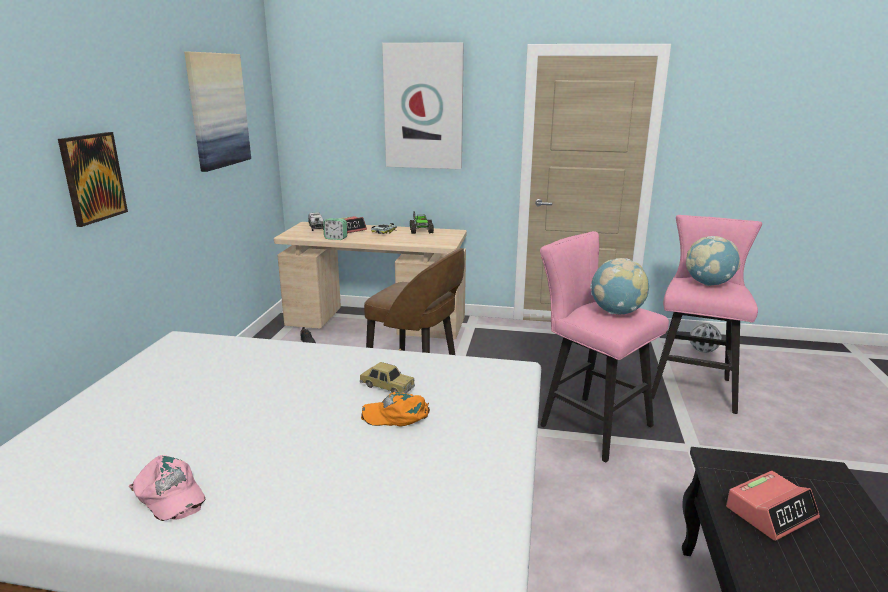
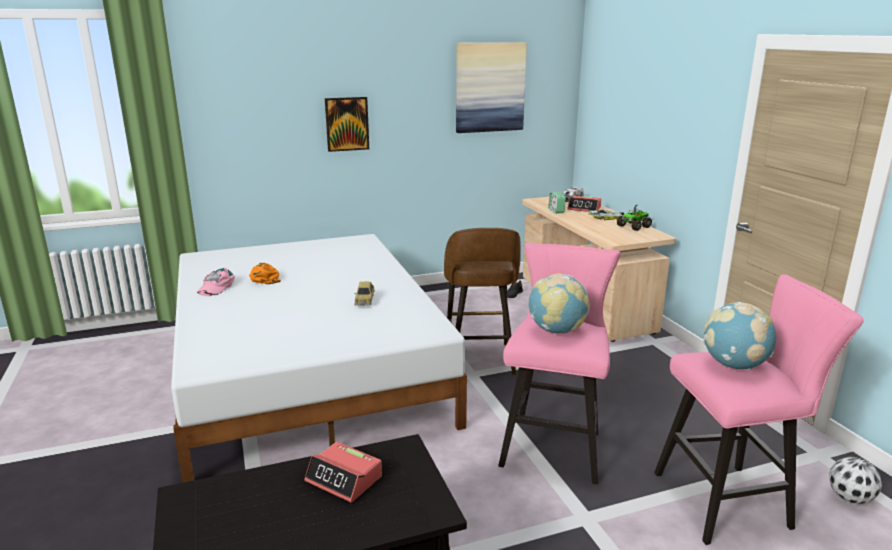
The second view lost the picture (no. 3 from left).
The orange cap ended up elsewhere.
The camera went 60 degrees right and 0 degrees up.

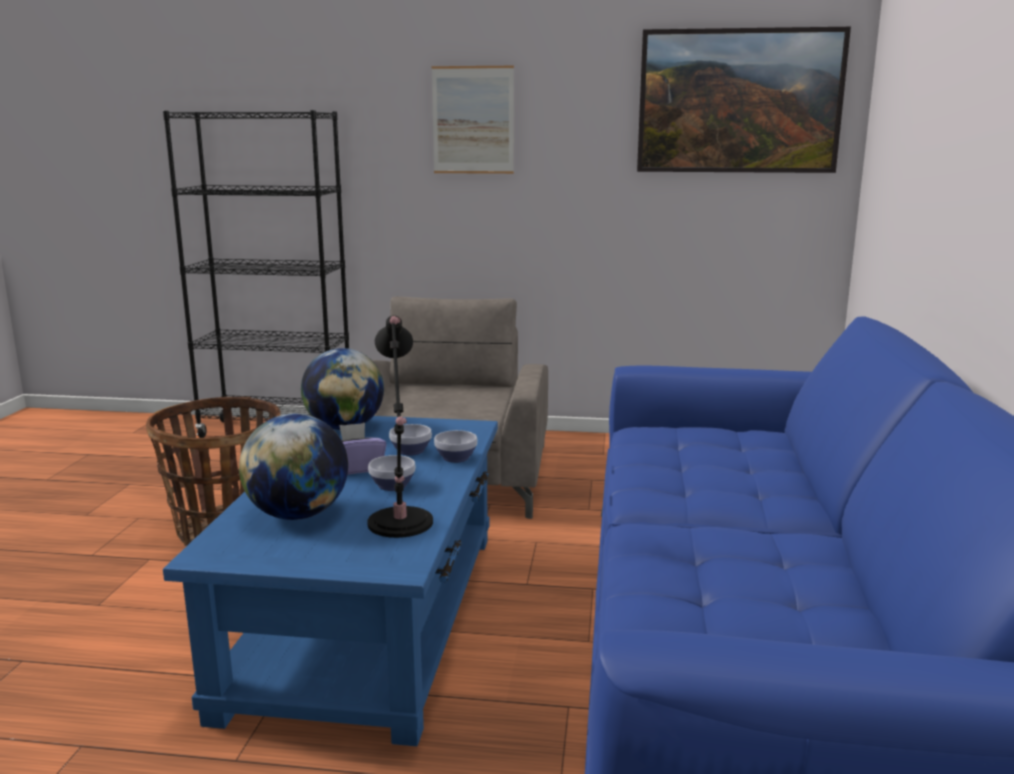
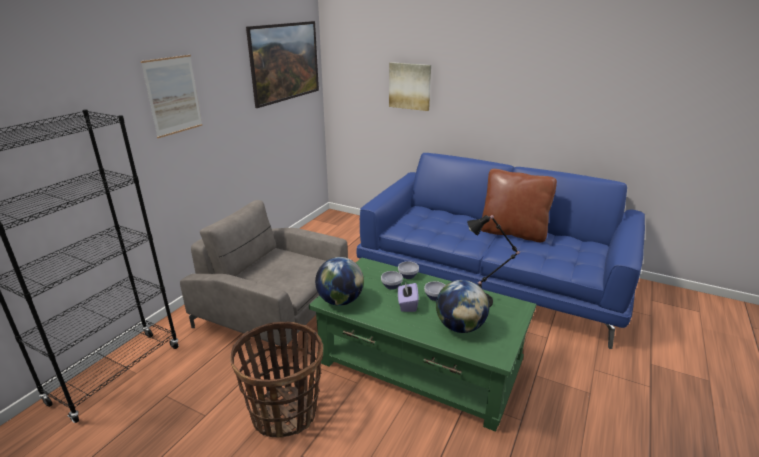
The second view gained the picture (no. 3 from left).
The second view gained the brown pillow.
What was the blue coffee table turned into the green coffee table.
The camera went 70 degrees left and 10 degrees up.

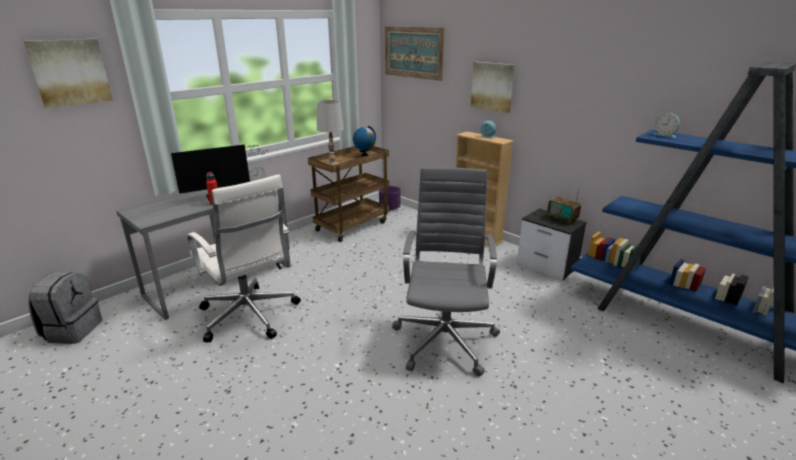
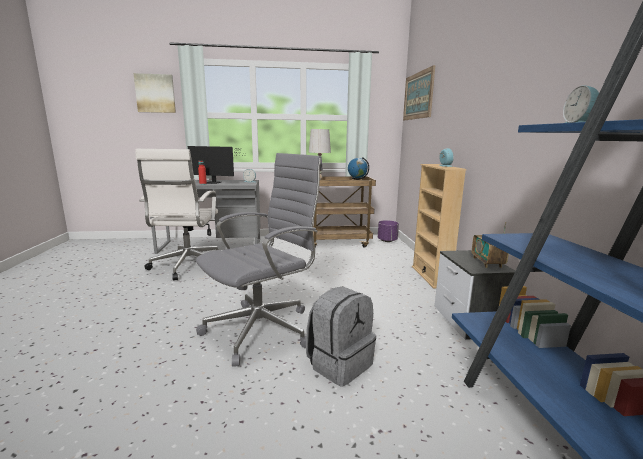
The second view lost the picture (no. 3 from left).
The grey backpack ended up elsewhere.
The camera went 40 degrees right and 10 degrees down.

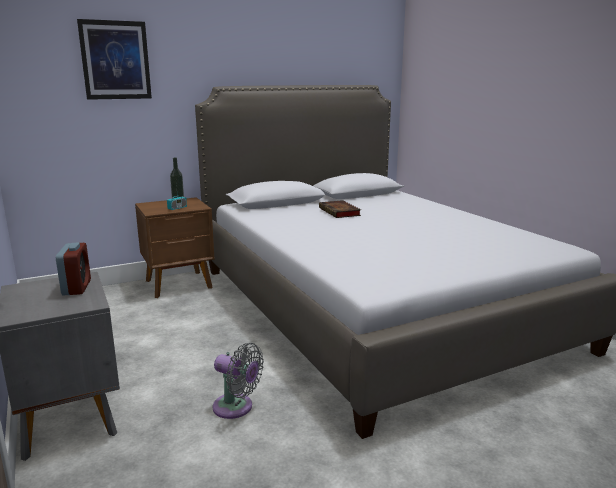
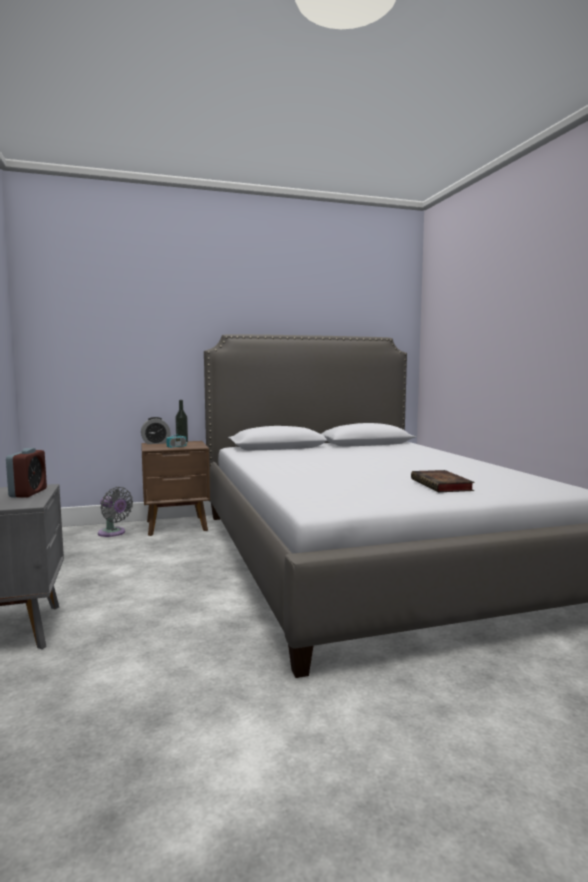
The second view lost the picture.
The second view gained the alarm clock (no. 2 from left).
The grey fan ended up elsewhere.
The book ended up elsewhere.
The camera went 10 degrees right and 10 degrees down.

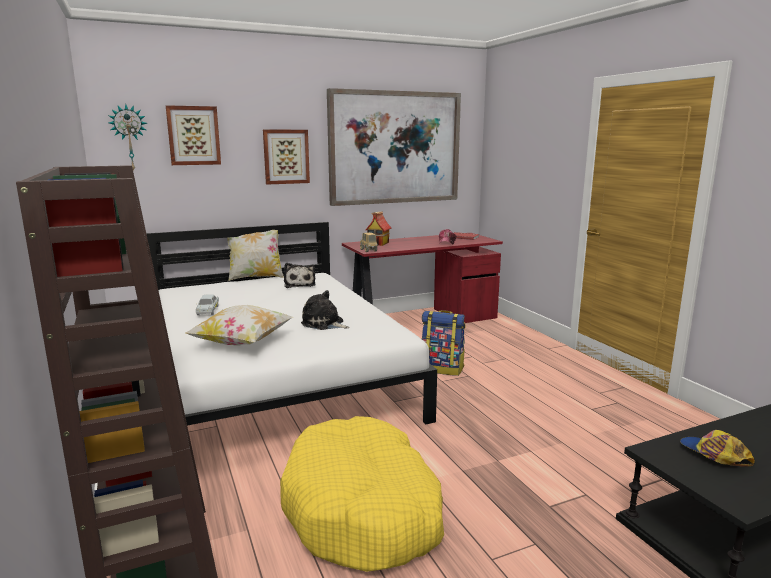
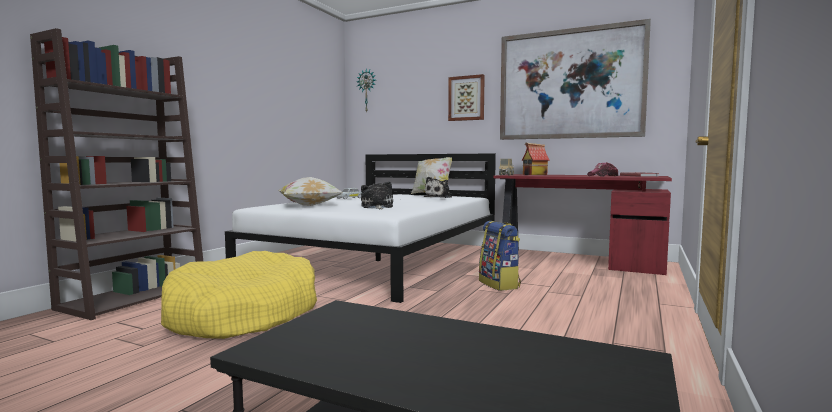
The second view lost the picture (no. 1 from left).
The second view lost the cap (no. 2 from left).
The camera went 50 degrees right and 10 degrees down.

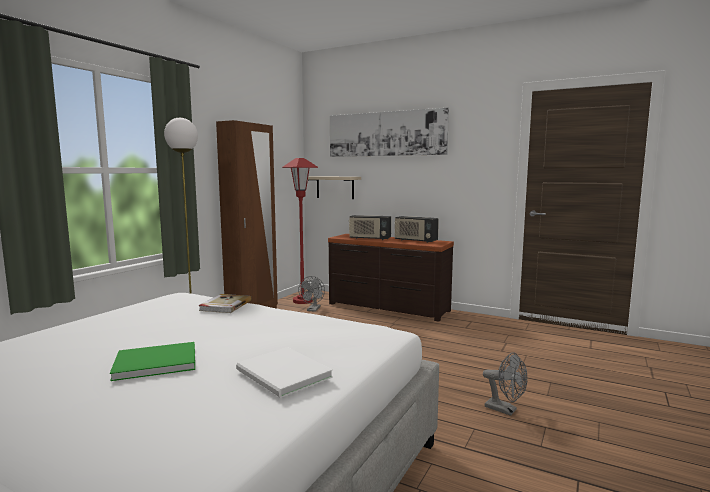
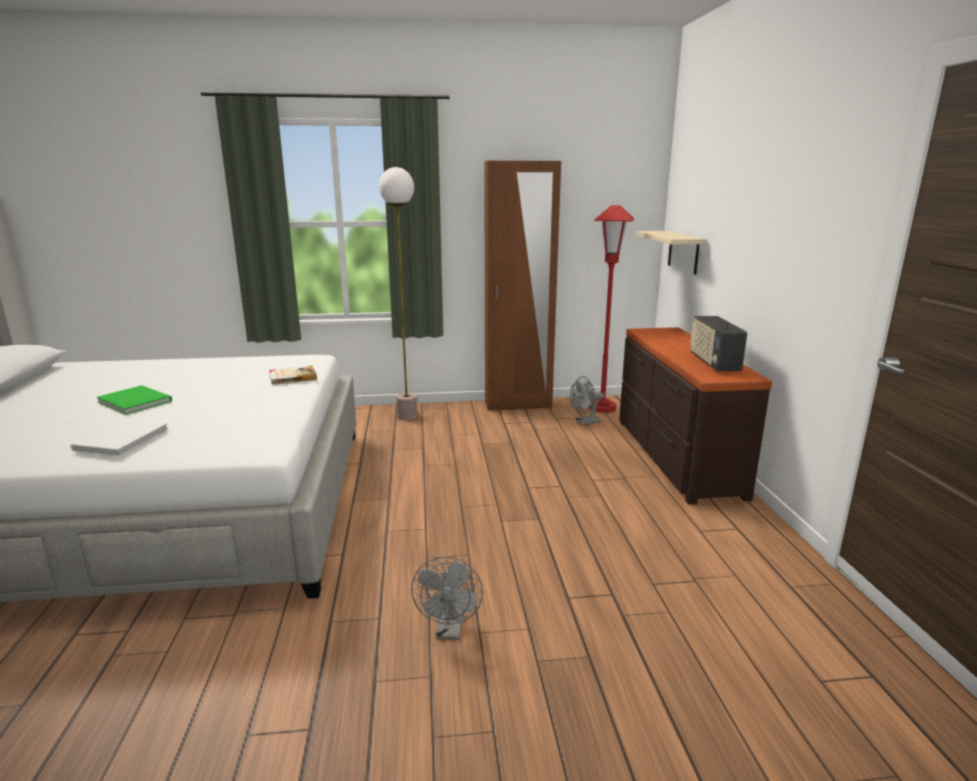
The second view lost the picture.
The second view lost the radio (no. 1 from left).
The camera went 55 degrees right and 10 degrees up.

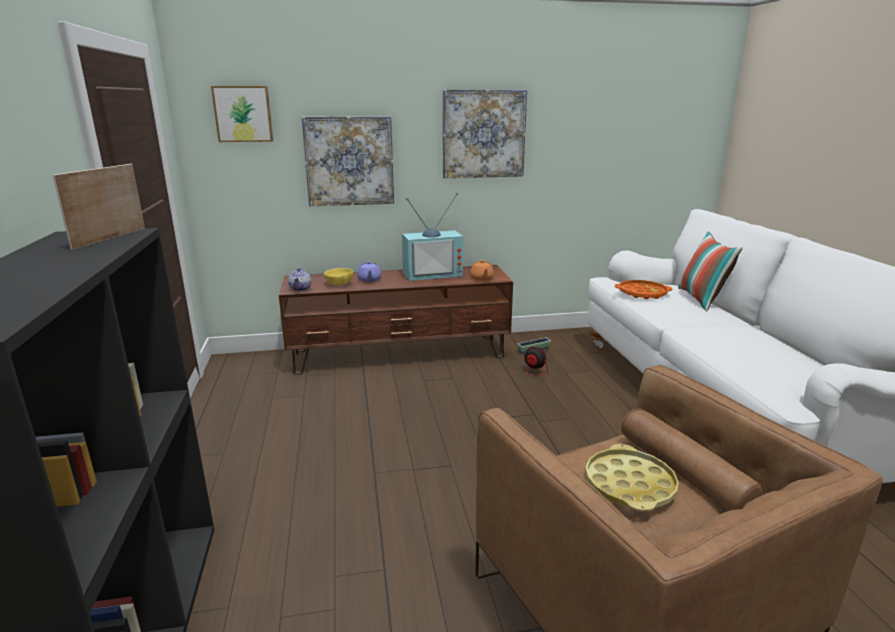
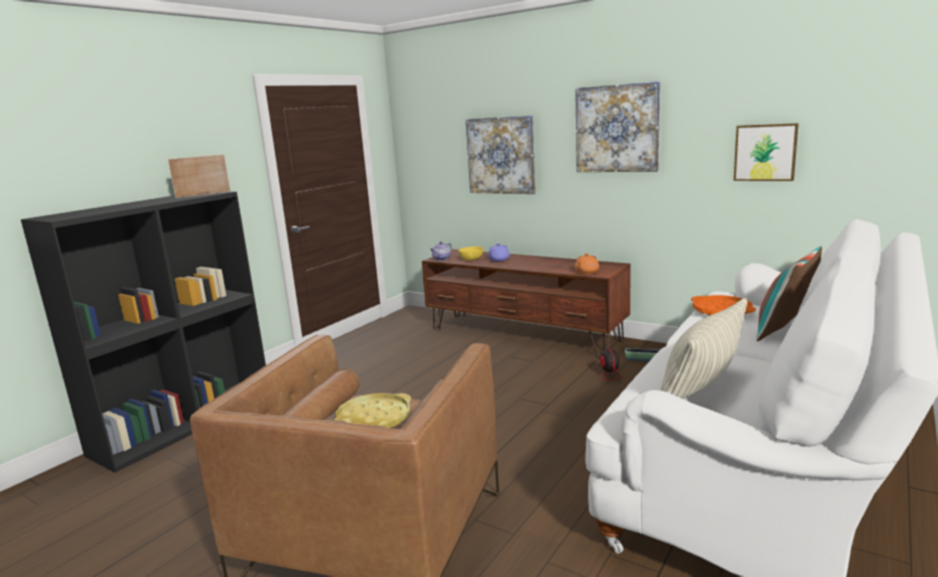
The second view lost the television.
The second view gained the pillow (no. 1 from left).
The picture (no. 1 from left in the first image) ended up elsewhere.
The camera went 45 degrees right and 5 degrees down.

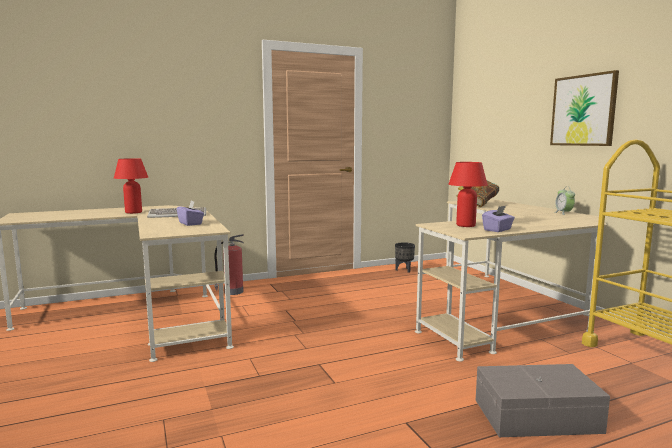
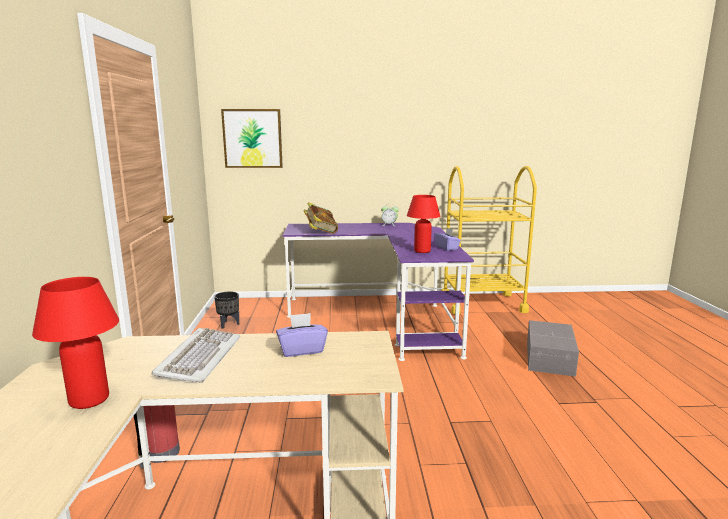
The picture ended up elsewhere.
What was the beige desk (no. 2 from left) turned into the purple desk.
The camera went 70 degrees left and 5 degrees up.

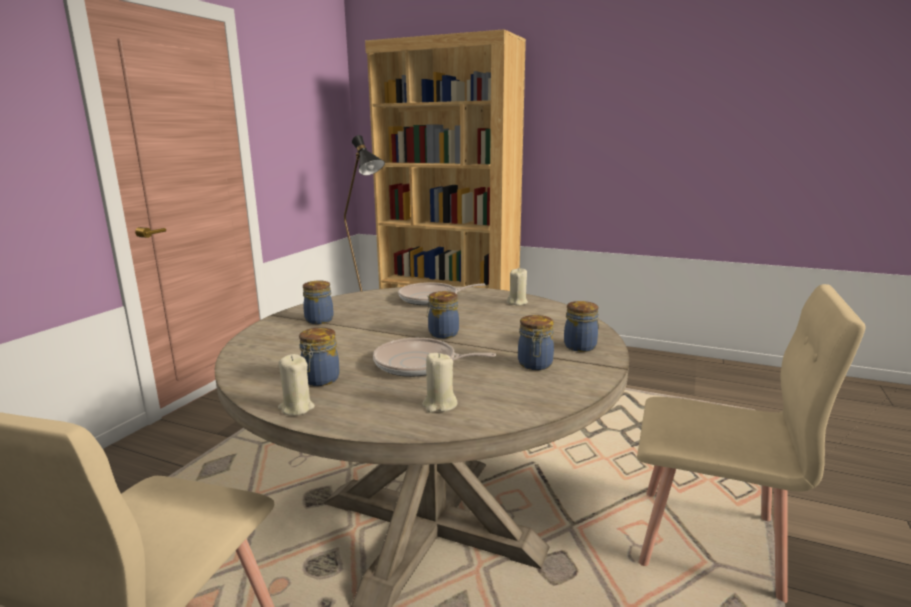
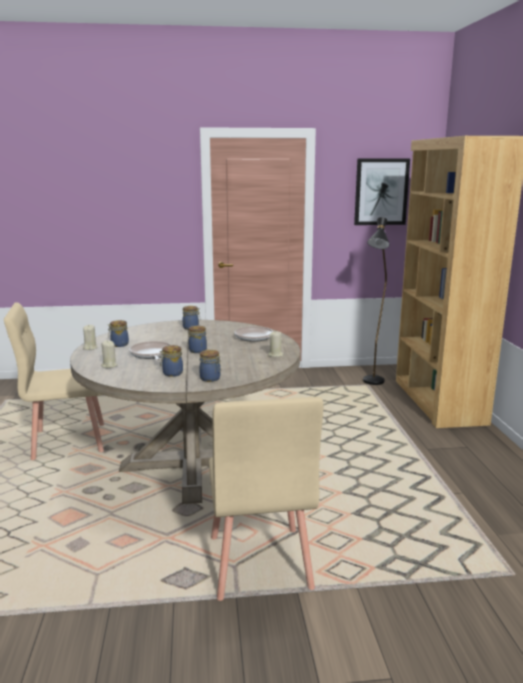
The second view gained the picture.
The camera went 60 degrees right and 0 degrees up.

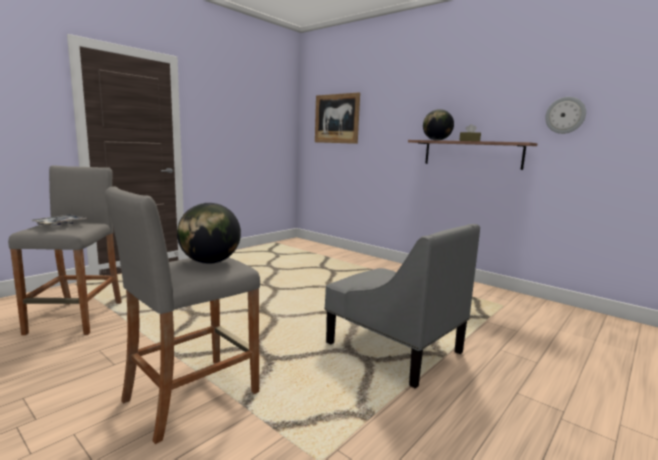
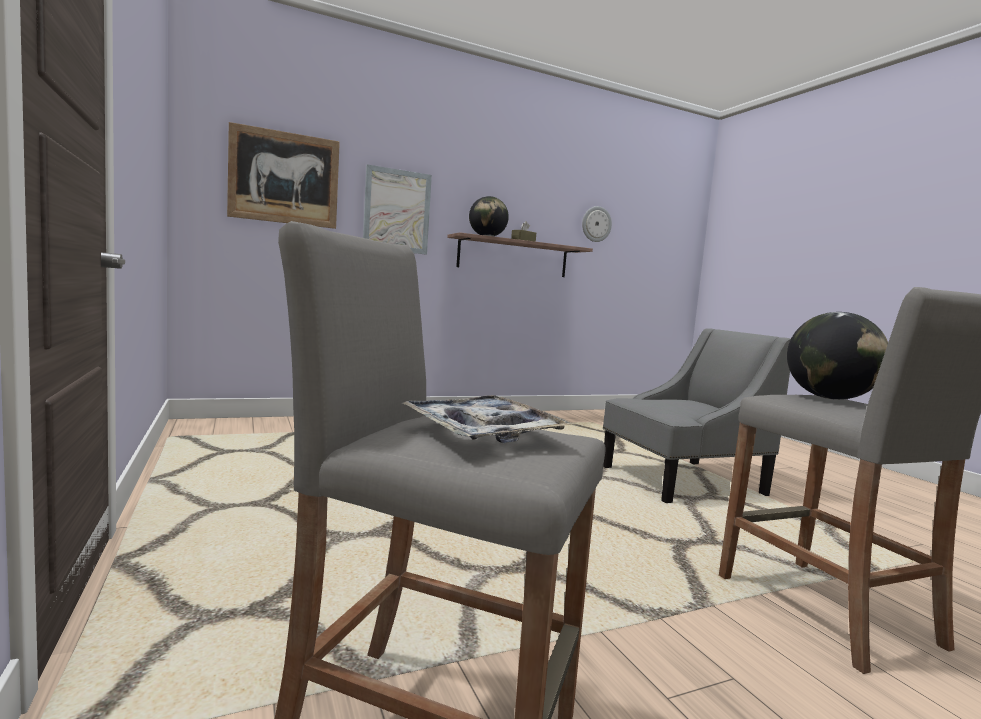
The second view gained the picture (no. 2 from left).
The camera went 65 degrees left and 5 degrees down.

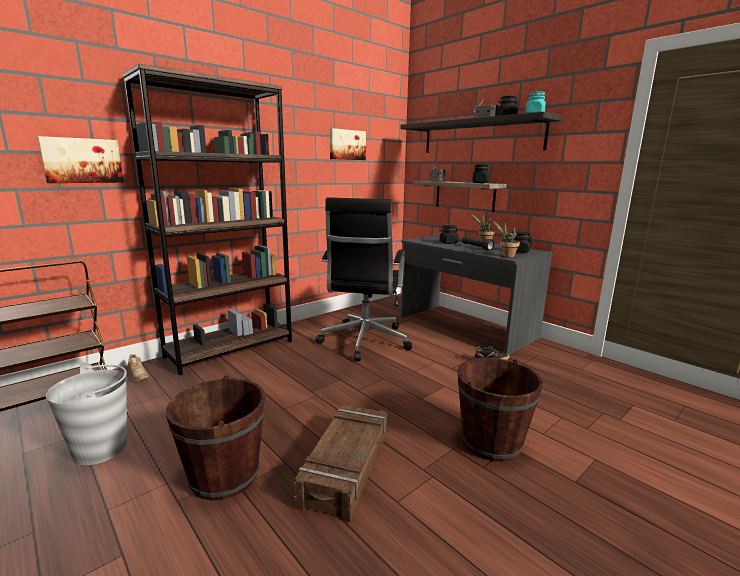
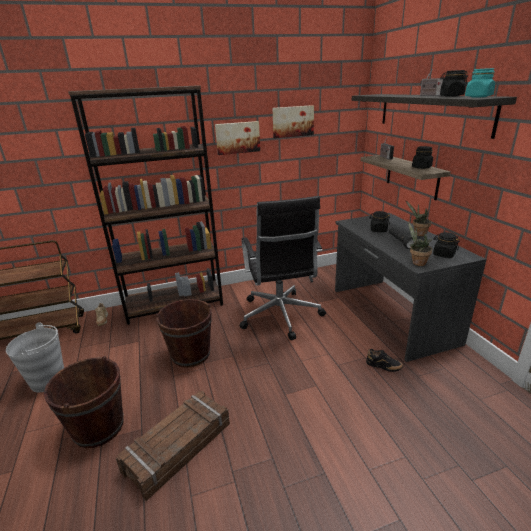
The picture (no. 1 from left) ended up elsewhere.
The brown bucket (no. 2 from left) ended up elsewhere.
The black office chair ended up facing another way, 45 degrees counterclockwise from before.
The camera went 25 degrees right and 10 degrees up.

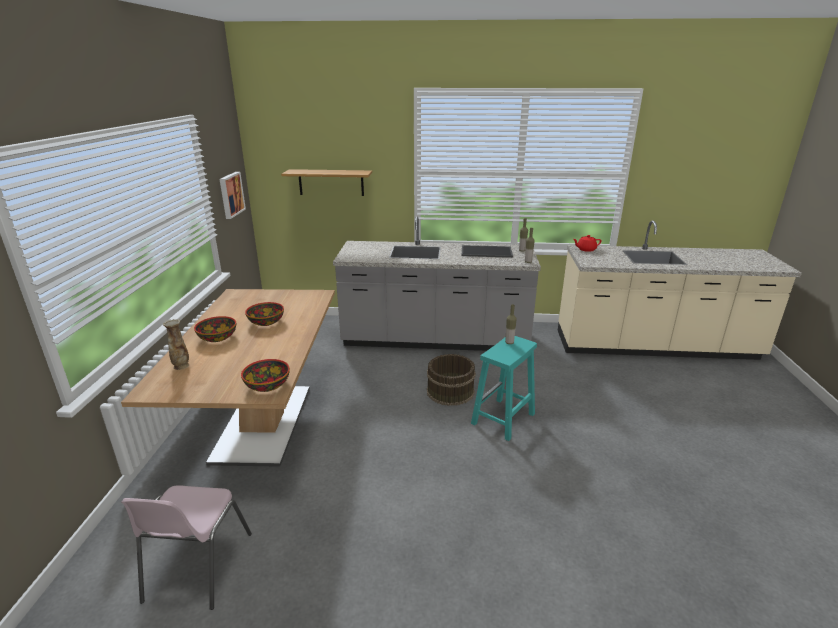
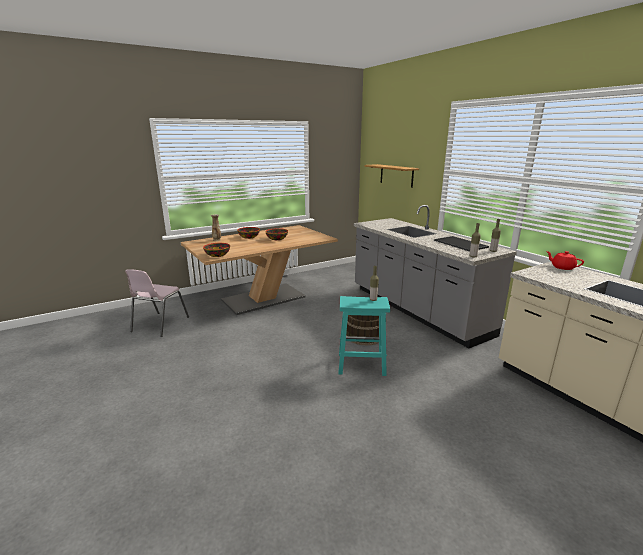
The second view lost the picture.
The pink chair ended up facing another way, 45 degrees counterclockwise from before.
The camera went 55 degrees right and 5 degrees down.

